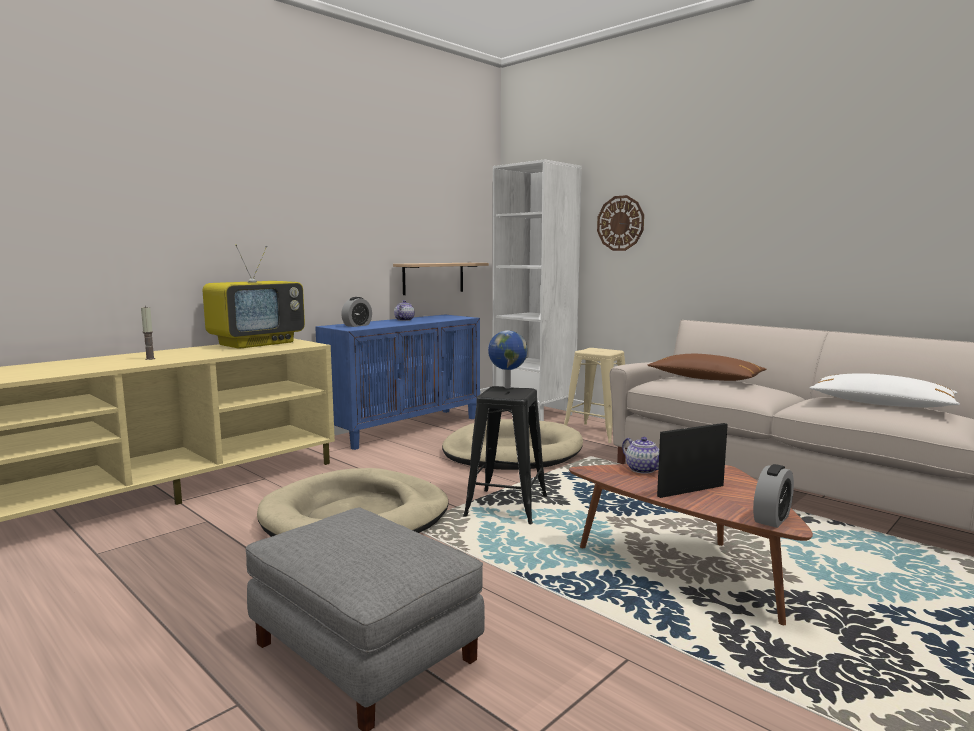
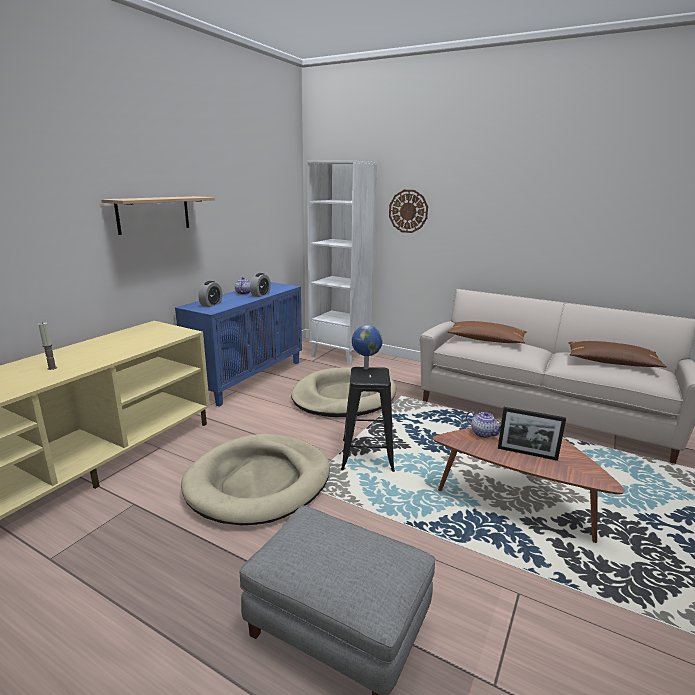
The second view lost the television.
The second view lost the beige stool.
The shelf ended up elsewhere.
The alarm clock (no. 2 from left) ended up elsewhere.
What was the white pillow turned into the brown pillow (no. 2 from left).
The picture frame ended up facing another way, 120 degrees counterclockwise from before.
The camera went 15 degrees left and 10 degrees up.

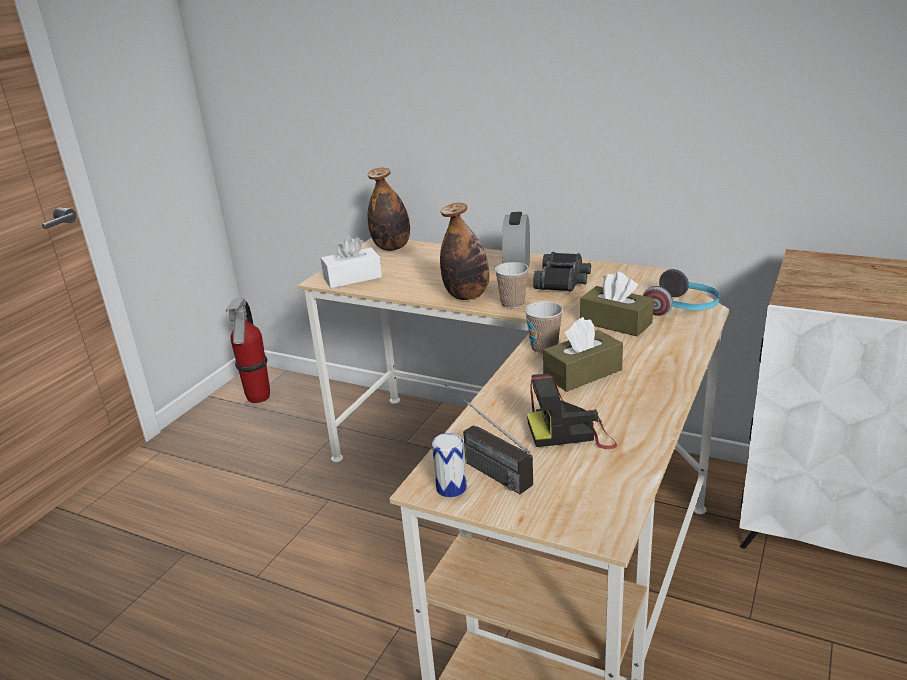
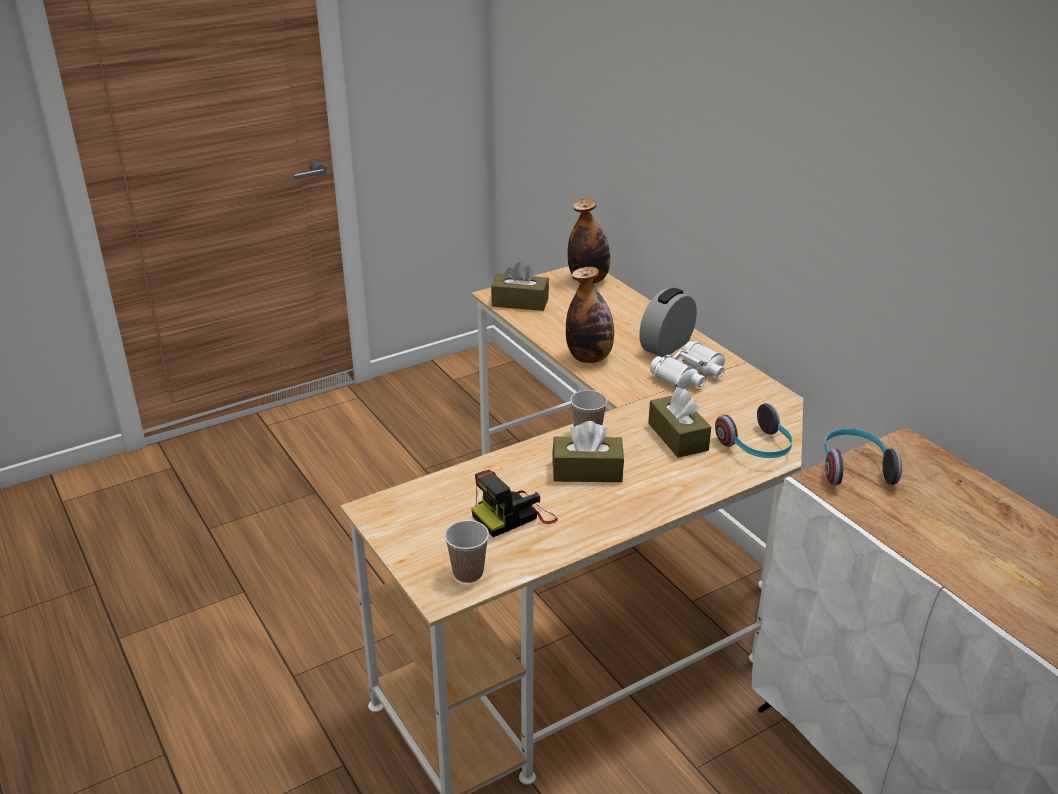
The second view lost the fire extinguisher.
The second view lost the can.
The second view lost the radio.
The second view gained the headphones (no. 2 from left).
The cup (no. 1 from left) ended up elsewhere.
What was the white tissue box turned into the brown tissue box (no. 1 from left).
What was the black binoculars turned into the white binoculars.
The photo camera ended up facing another way, 60 degrees counterclockwise from before.
The camera went 30 degrees right and 5 degrees up.

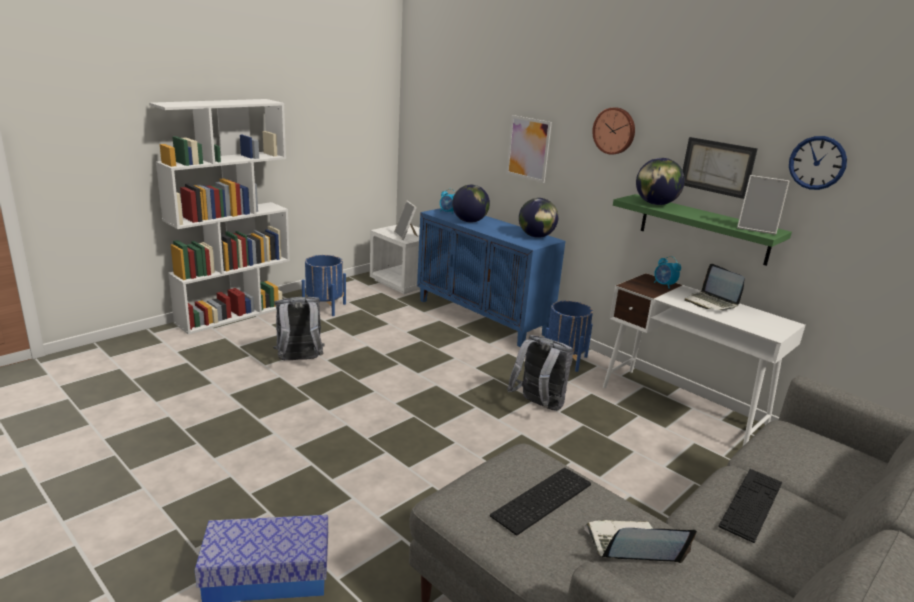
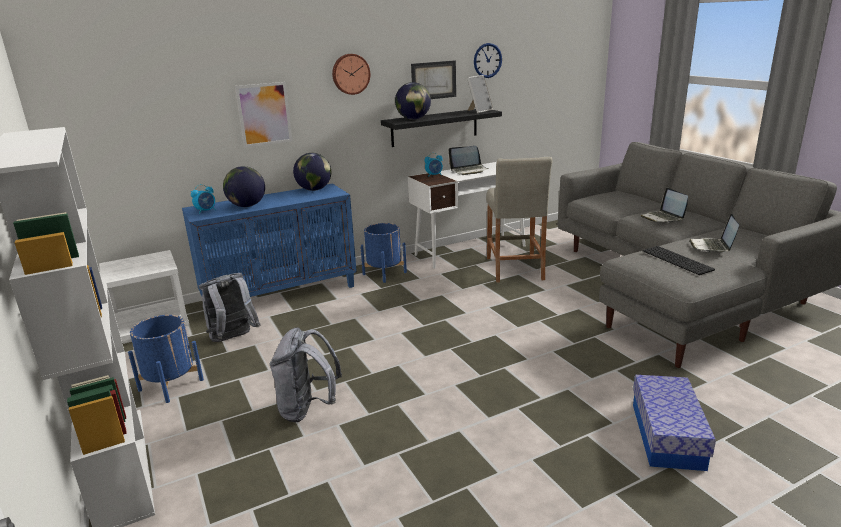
The second view lost the picture frame (no. 1 from left).
The second view gained the beige stool.
The grey backpack (no. 2 from left in the first image) ended up elsewhere.
Where the keyboard (no. 2 from left) stood, the laptop (no. 2 from left) came to stand.
What was the green shelf turned into the black shelf.
The camera went 70 degrees left and 0 degrees up.

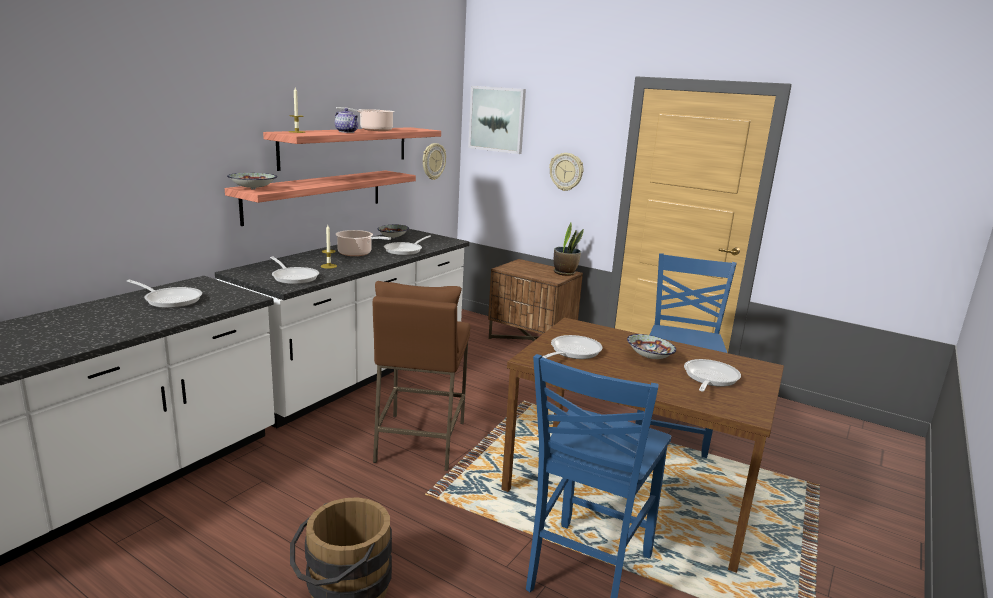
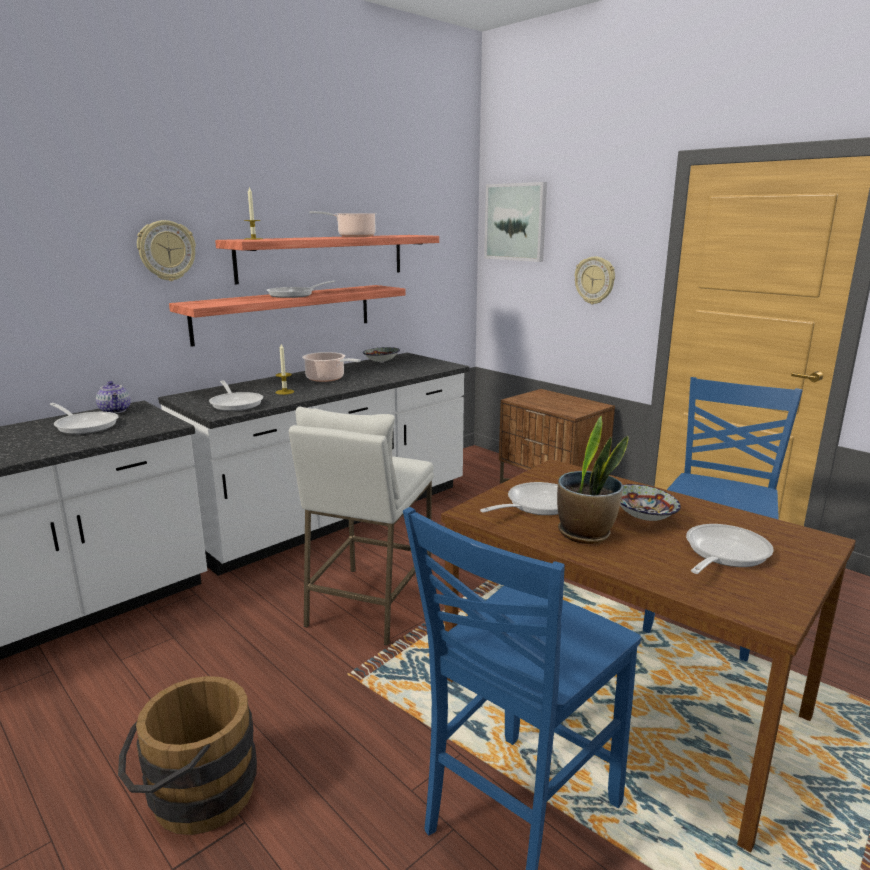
The second view lost the bowl (no. 1 from left).
The teapot ended up elsewhere.
The frying pan (no. 3 from left) ended up elsewhere.
The wall clock (no. 1 from left) ended up elsewhere.
The potted plant ended up elsewhere.
What was the brown stool turned into the white stool.
The camera went 15 degrees right and 0 degrees up.

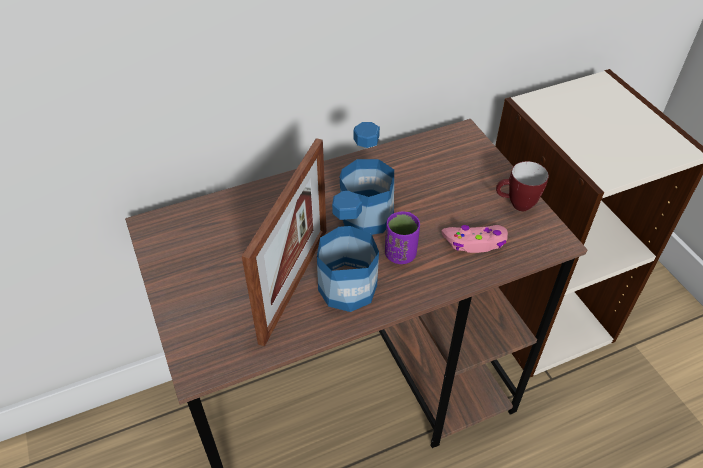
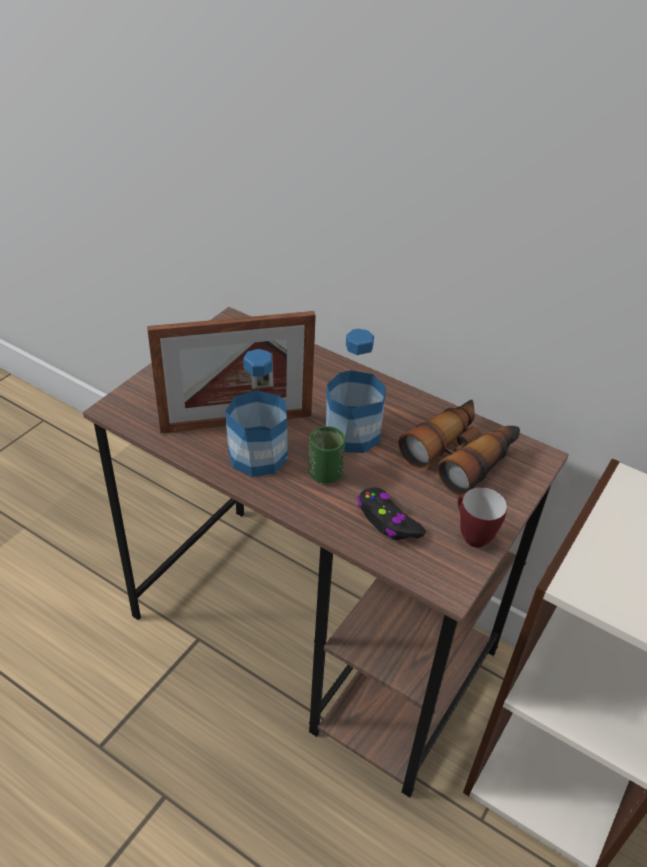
The second view gained the binoculars.
What was the purple cup turned into the green cup.
What was the pink game controller turned into the black game controller.
The camera went 55 degrees right and 5 degrees down.

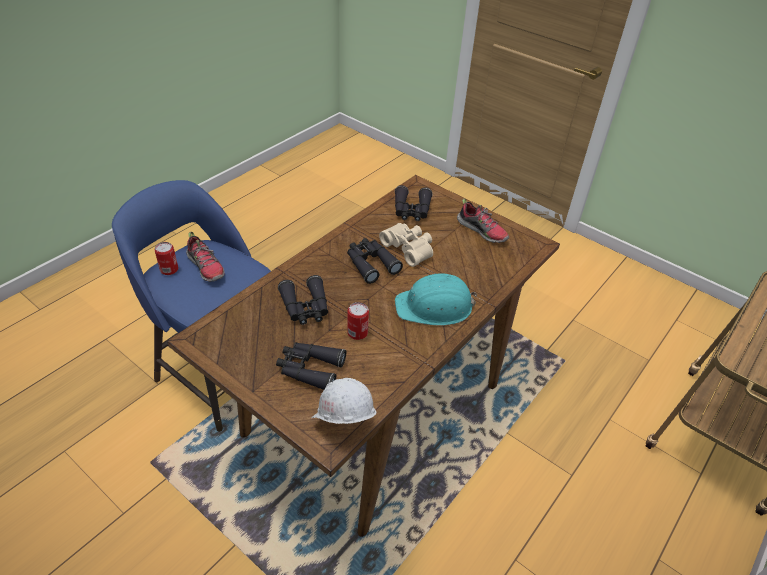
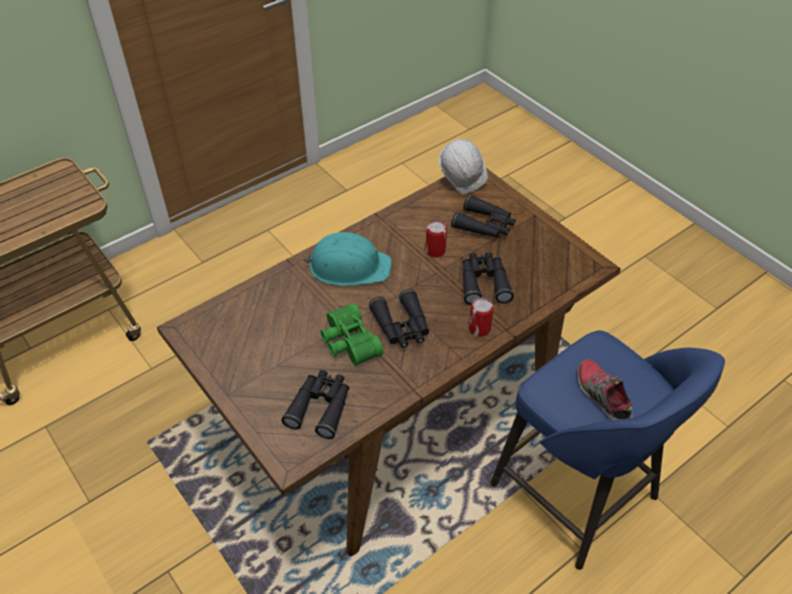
The second view lost the shoe (no. 2 from left).
The can (no. 1 from left in the first image) ended up elsewhere.
What was the beige binoculars turned into the green binoculars.
The camera went 165 degrees left and 5 degrees up.

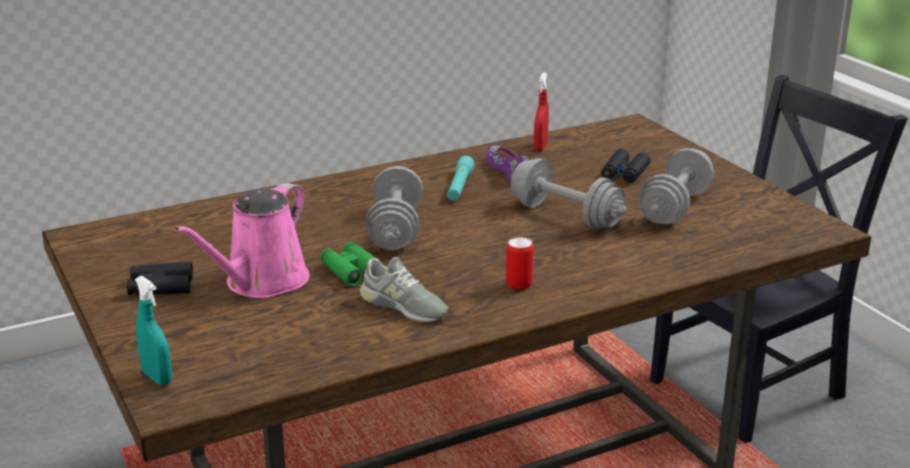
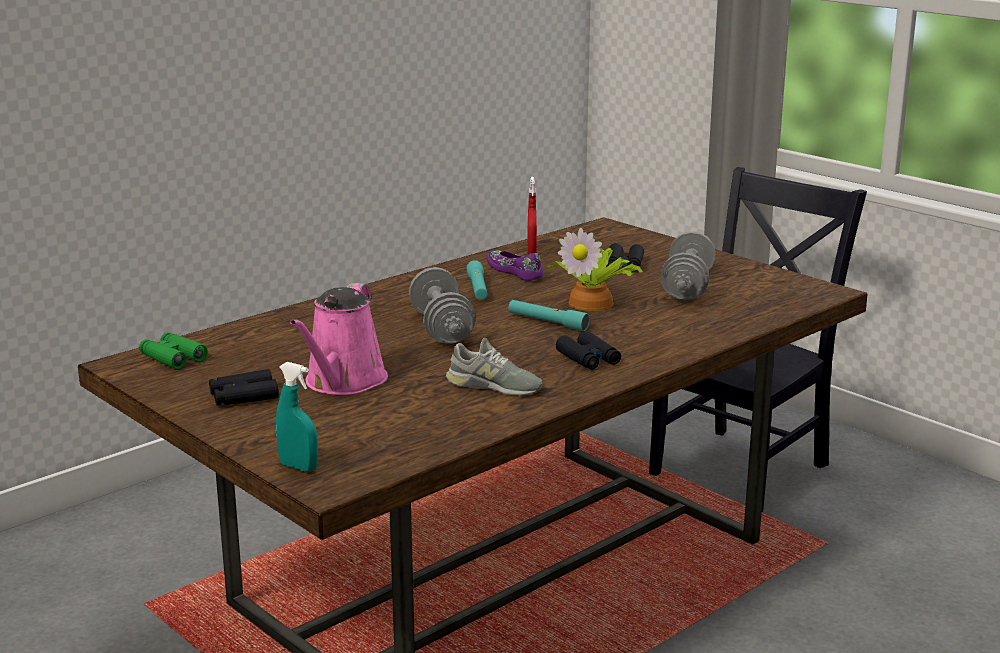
The second view gained the turquoise flashlight (no. 2 from left).
The green binoculars ended up elsewhere.
Where the can stood, the black binoculars (no. 2 from left) came to stand.
Where the grey dumbbell (no. 2 from left) stood, the potted plant came to stand.
The camera went 15 degrees left and 5 degrees down.

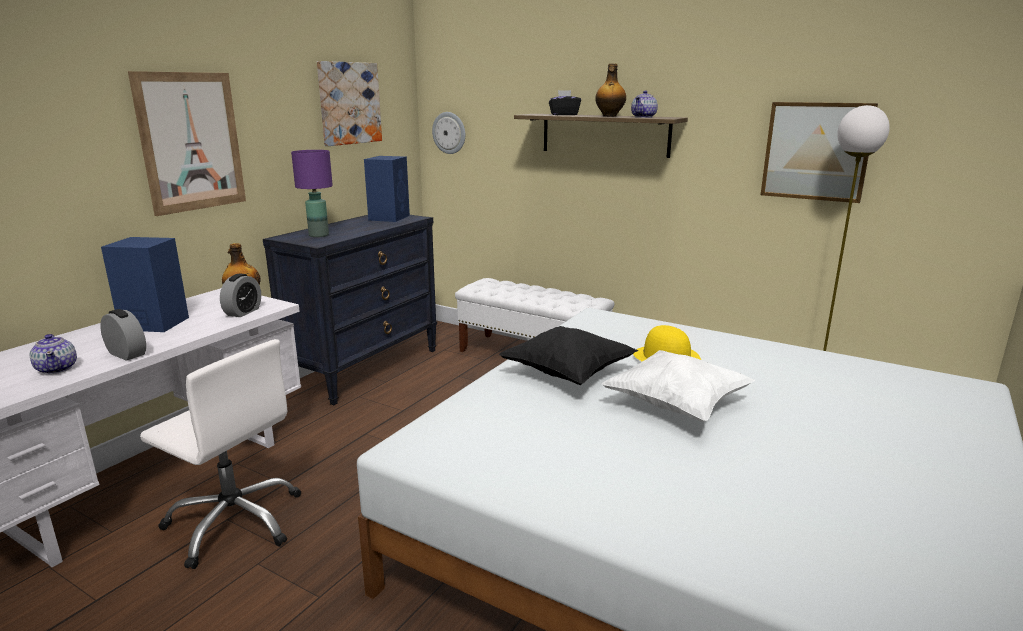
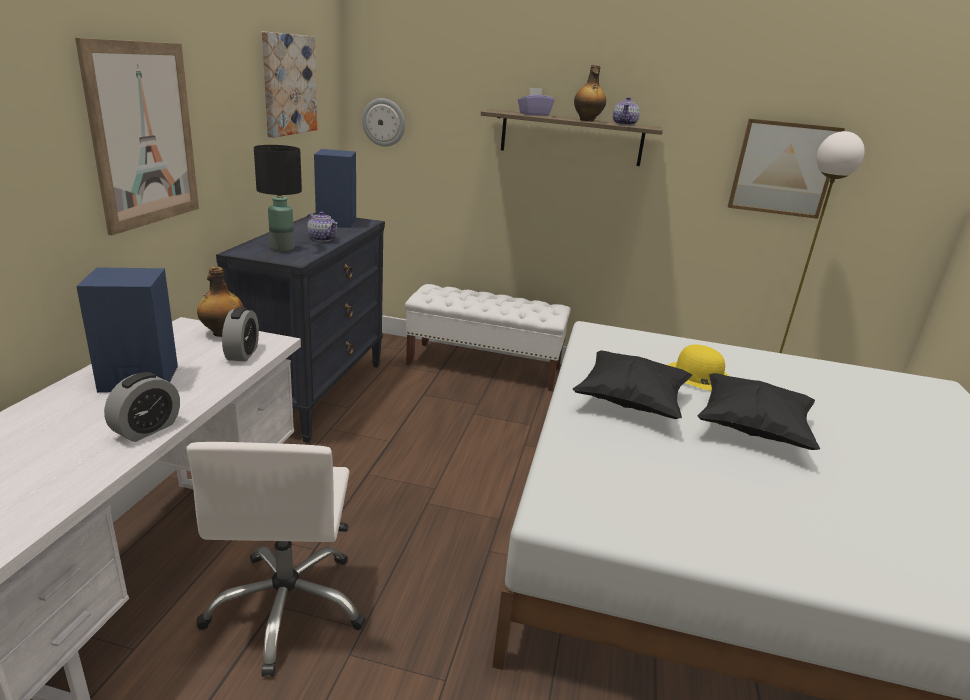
The teapot (no. 1 from left) ended up elsewhere.
What was the purple table lamp turned into the black table lamp.
What was the black tissue box turned into the purple tissue box.
What was the white pillow turned into the black pillow (no. 2 from left).
The alarm clock (no. 1 from left) ended up facing another way, 105 degrees clockwise from before.
The white office chair ended up facing another way, 75 degrees clockwise from before.
The camera went 20 degrees left and 5 degrees up.

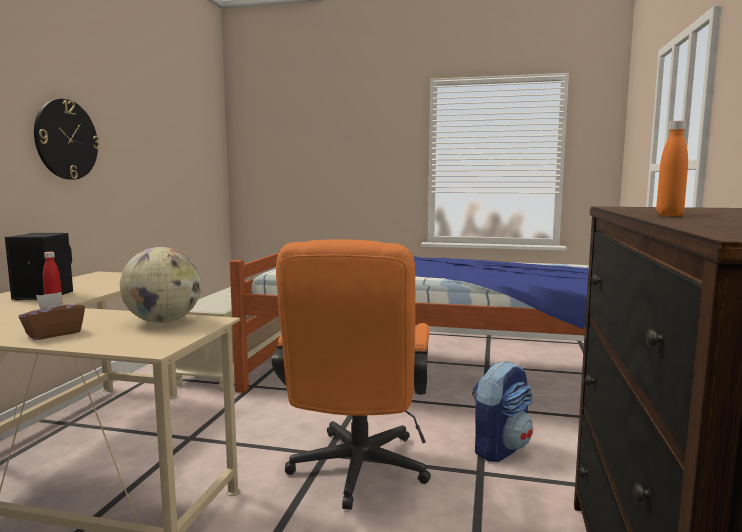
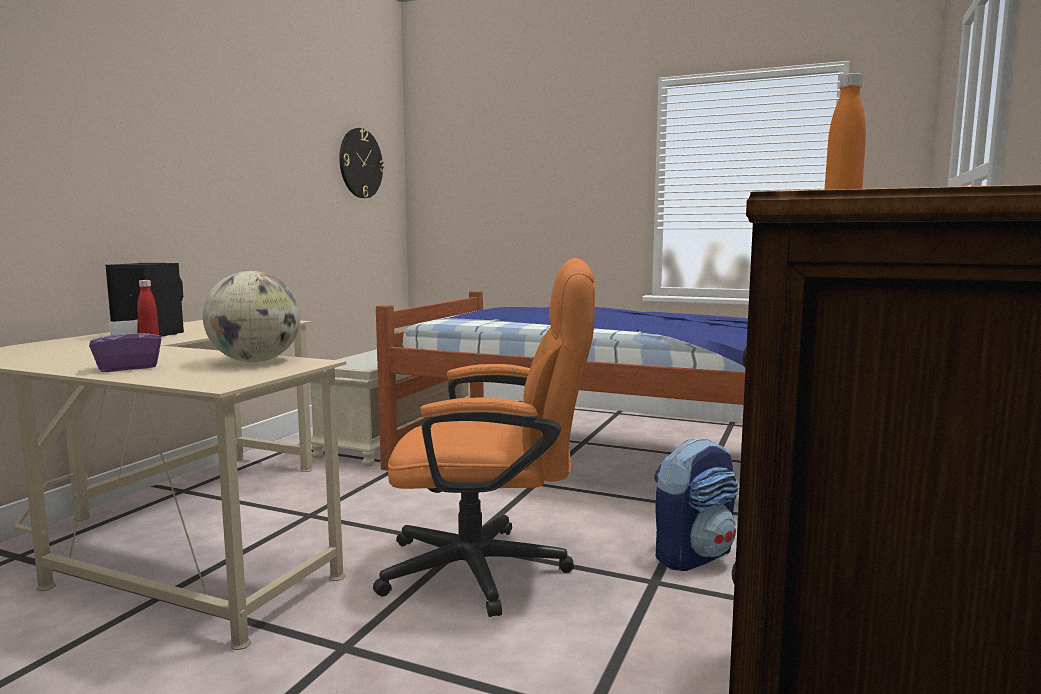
The wall clock ended up elsewhere.
What was the brown tissue box turned into the purple tissue box.
The orange office chair ended up facing another way, 105 degrees counterclockwise from before.
The camera went 10 degrees right and 0 degrees up.

